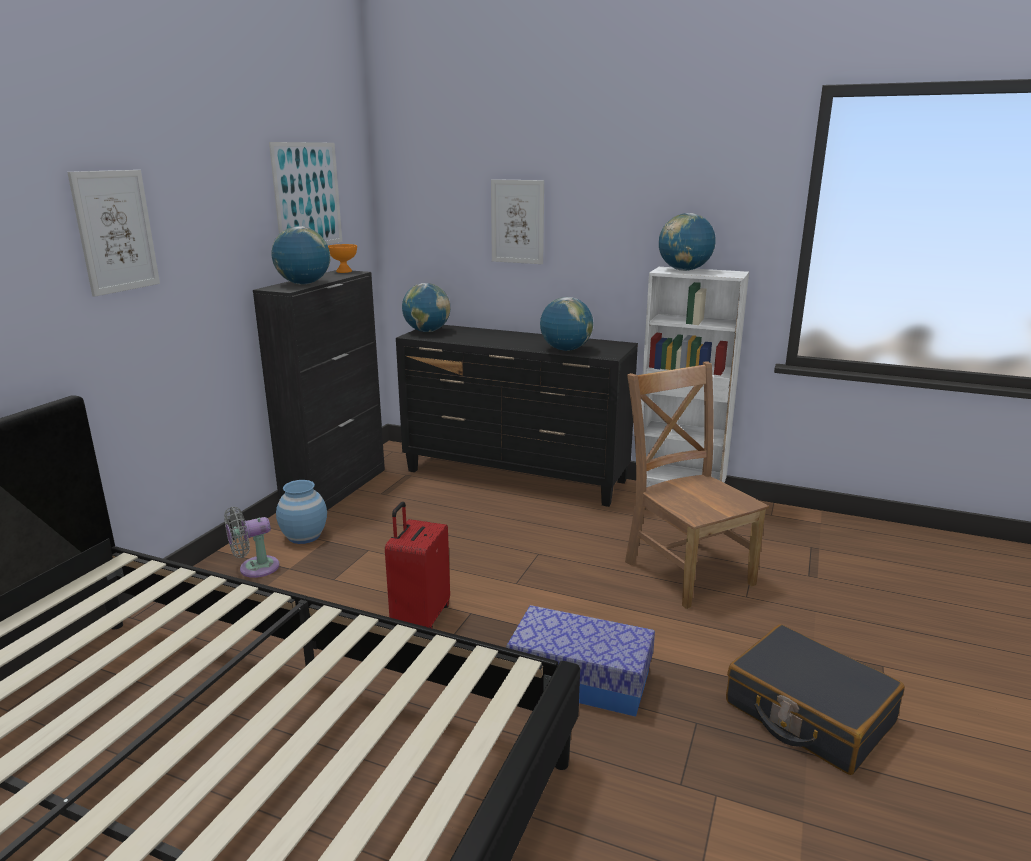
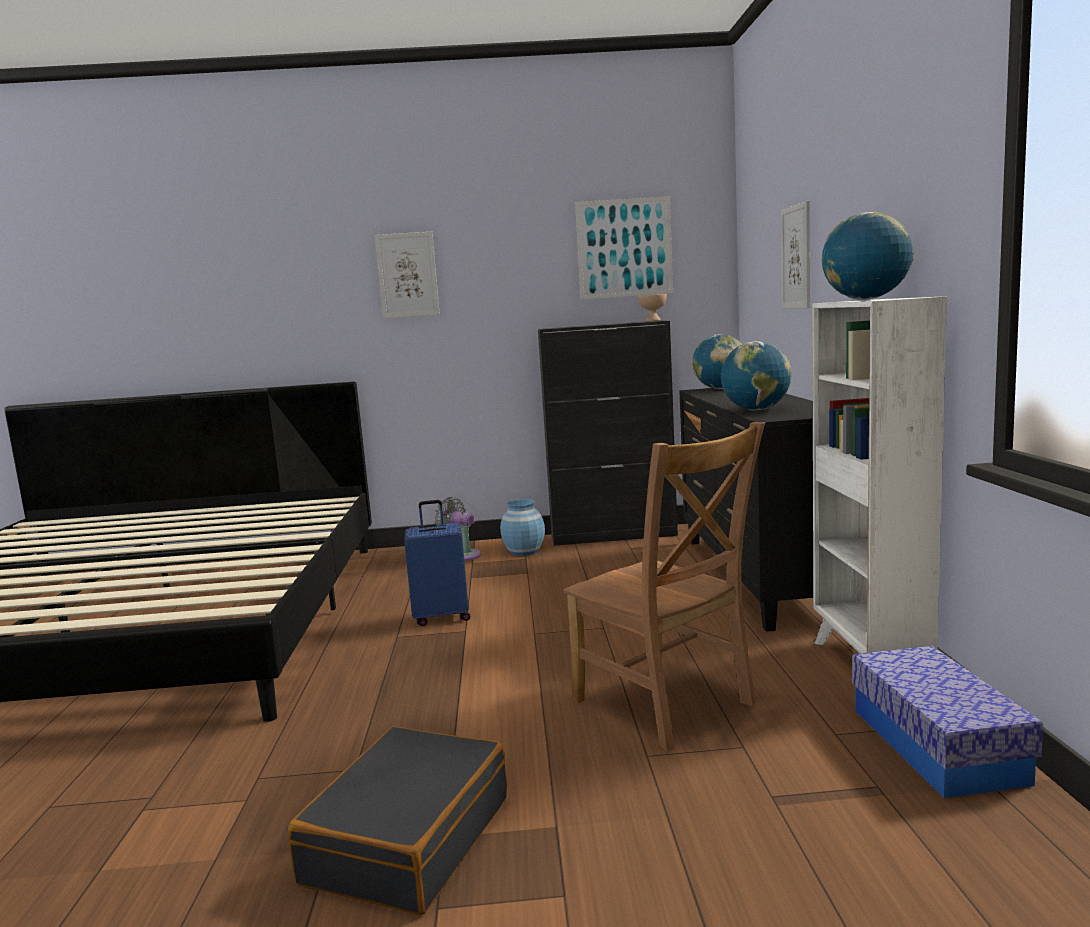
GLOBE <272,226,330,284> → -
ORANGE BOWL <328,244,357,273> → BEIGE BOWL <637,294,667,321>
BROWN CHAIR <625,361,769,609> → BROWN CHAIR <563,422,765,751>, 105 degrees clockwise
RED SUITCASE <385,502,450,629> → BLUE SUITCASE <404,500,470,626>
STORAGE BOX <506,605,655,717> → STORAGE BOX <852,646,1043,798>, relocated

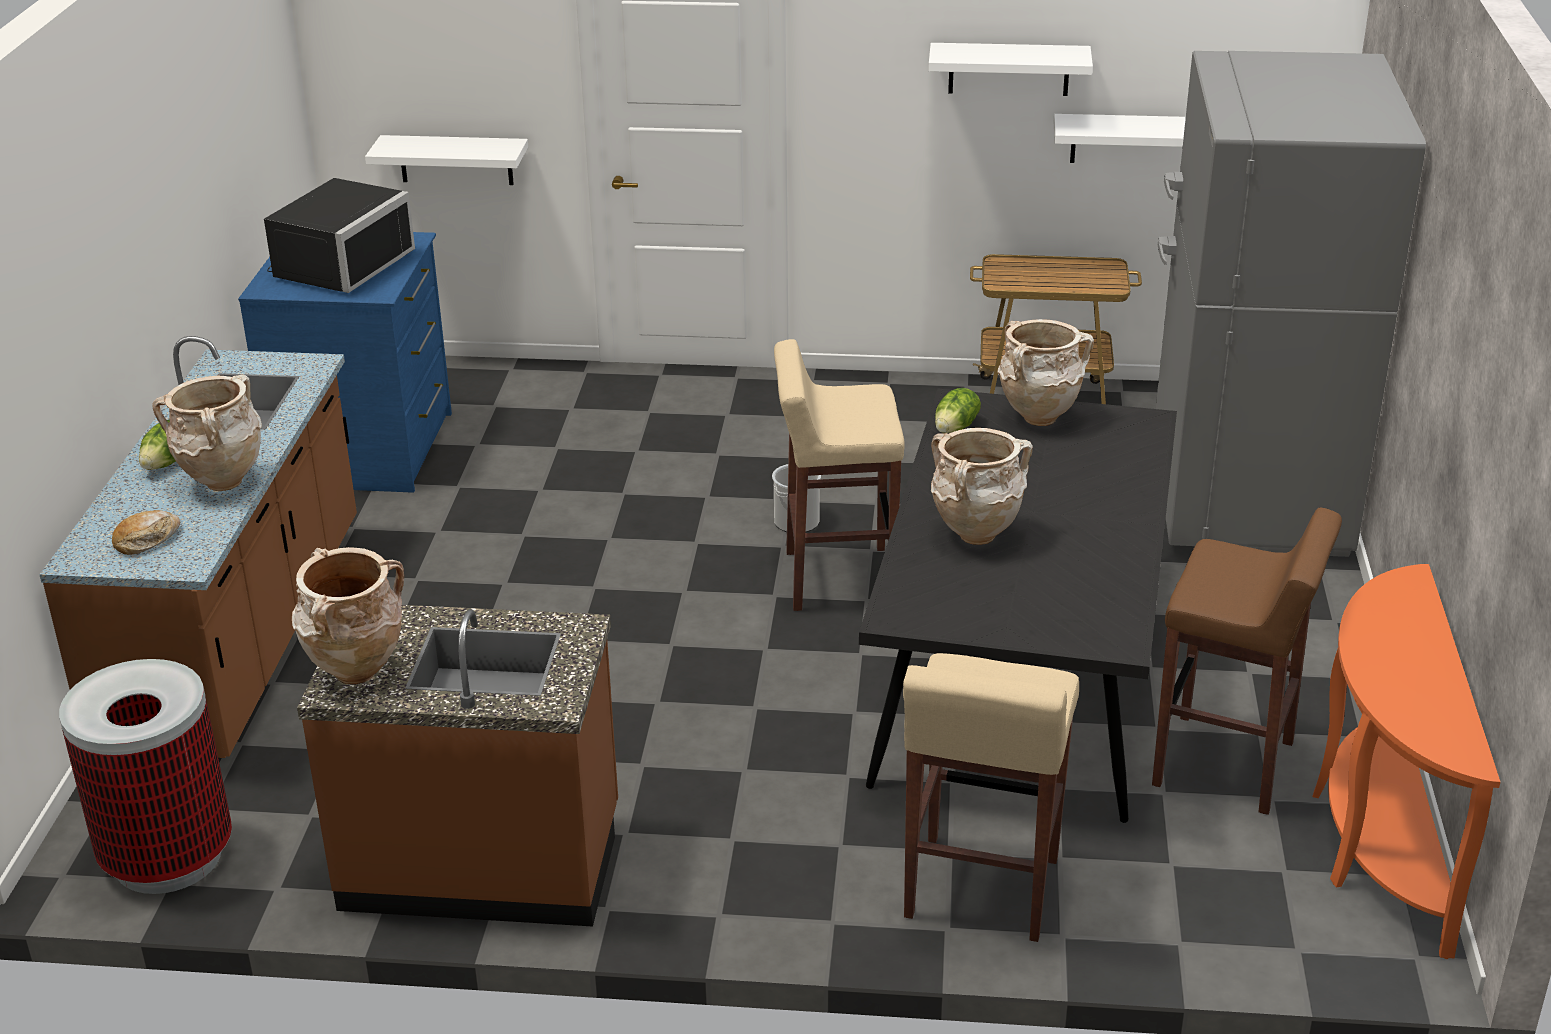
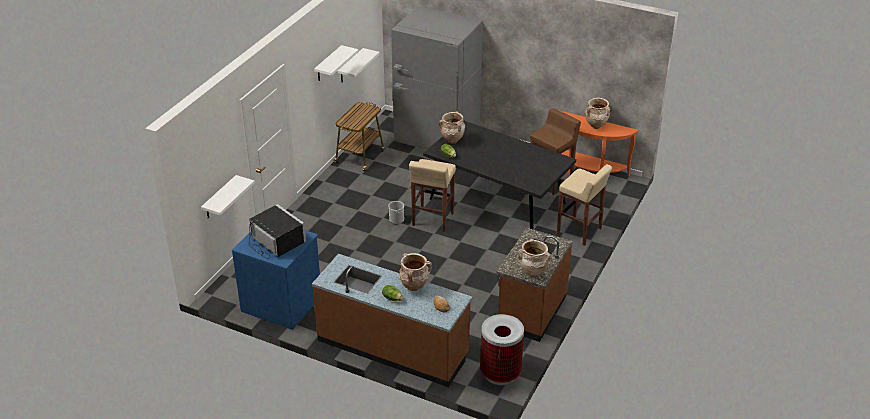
BEIGE VASE <931,428,1033,545> → BEIGE VASE <585,97,610,129>, relocated

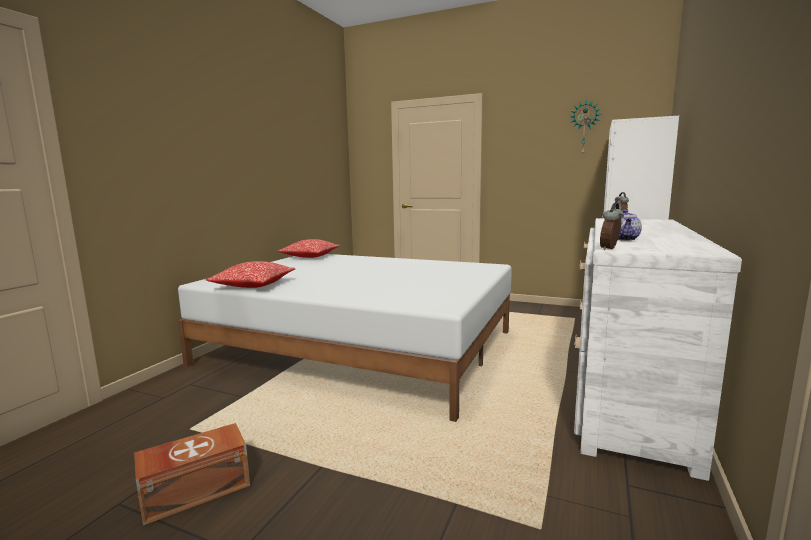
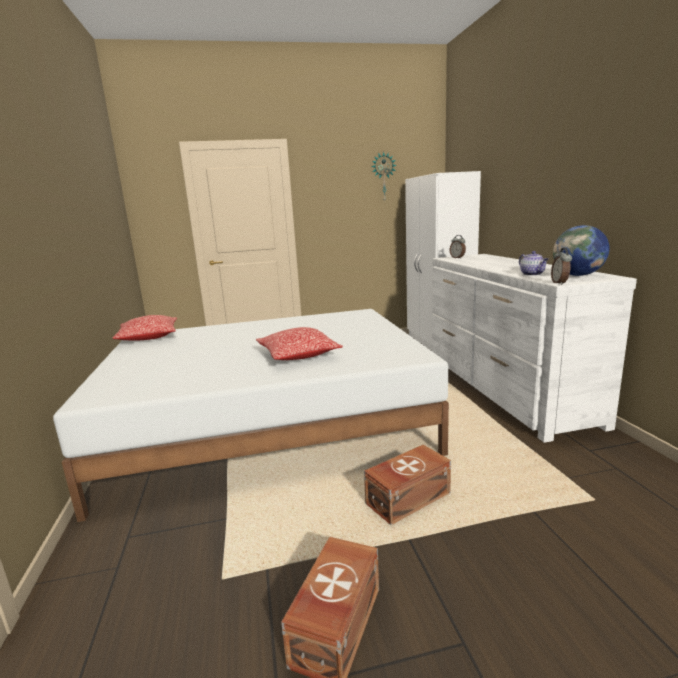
PILLOW <205,261,295,288> → PILLOW <256,327,343,360>, relocated
- → GLOBE <553,225,610,276>
- → BROWN STORAGE BOX <364,445,451,525>

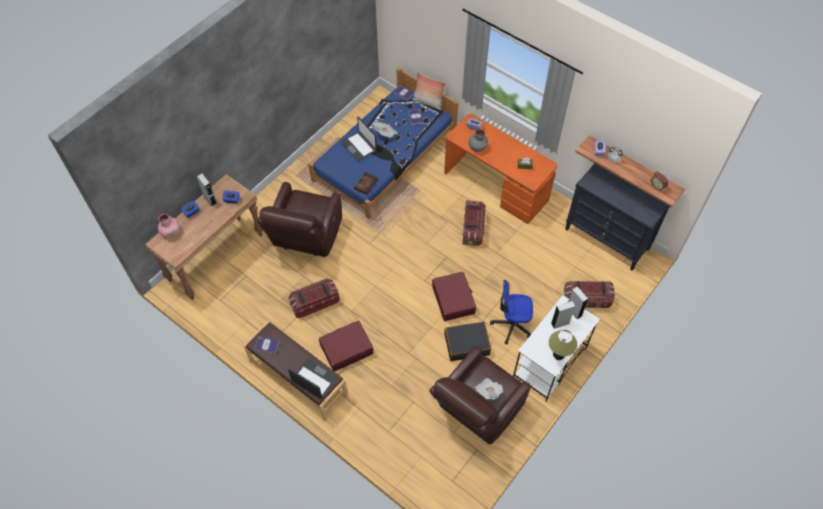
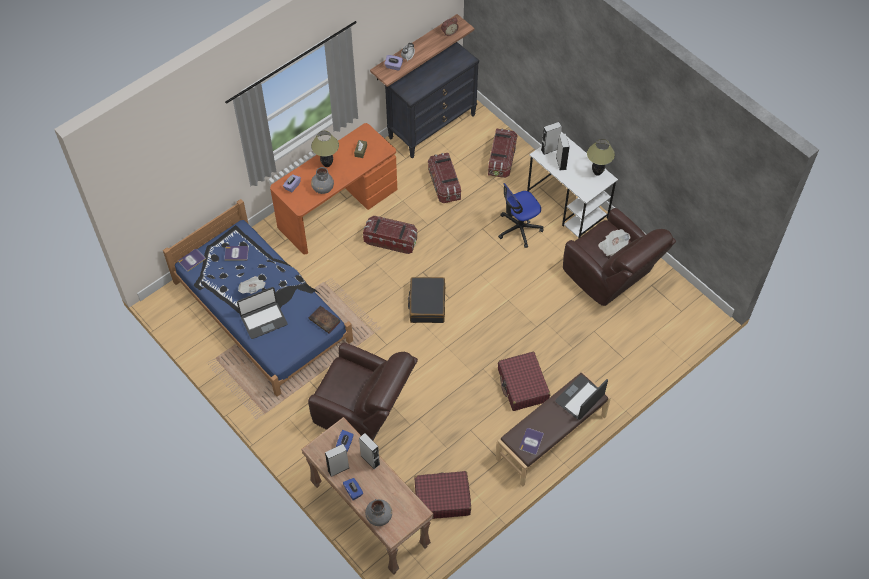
PILLOW <412,72,446,110> → -
PINK VASE <158,214,180,238> → GREY VASE <365,499,392,526>
RED SUITCASE <432,272,476,321> → RED SUITCASE <415,471,471,519>, relocated
STORAGE BOX <289,278,340,318> → STORAGE BOX <428,153,461,203>, relocated
OFFICE CHAIR <490,280,533,344> → OFFICE CHAIR <498,183,544,248>, 45 degrees clockwise
BLACK SUITCASE <444,322,491,361> → BLACK SUITCASE <408,277,445,323>, relocated
- → TABLE LAMP <311,131,339,167>
- → GREY SPEAKER <359,433,380,469>

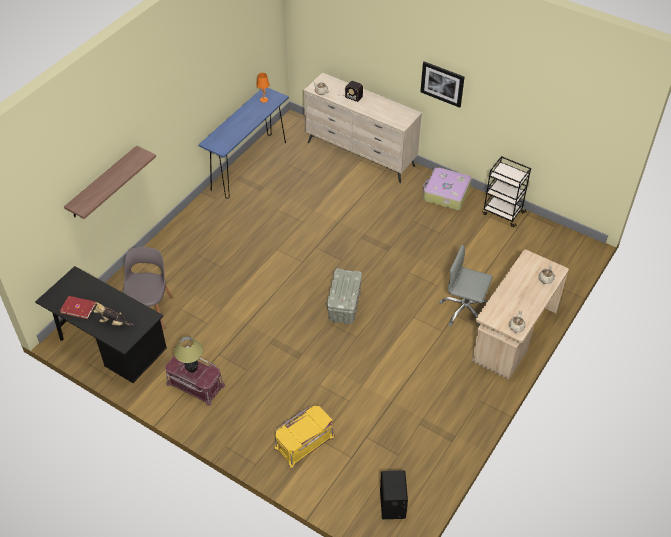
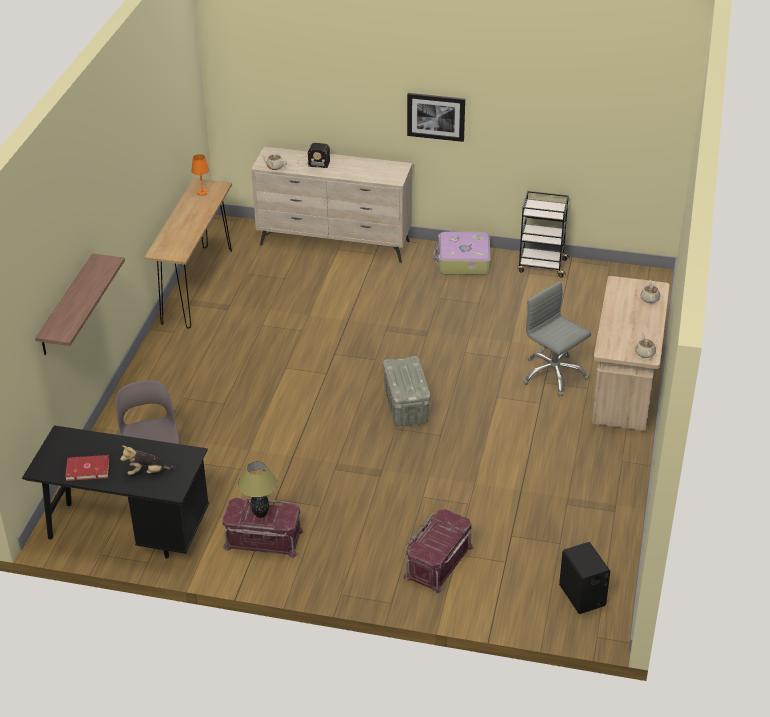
BLUE CONSOLE TABLE <198,88,289,199> → BROWN CONSOLE TABLE <144,178,232,328>
GREY OFFICE CHAIR <439,245,493,327> → GREY OFFICE CHAIR <523,281,591,396>, 45 degrees clockwise
YELLOW STORAGE BOX <274,406,335,468> → RED STORAGE BOX <404,509,473,594>

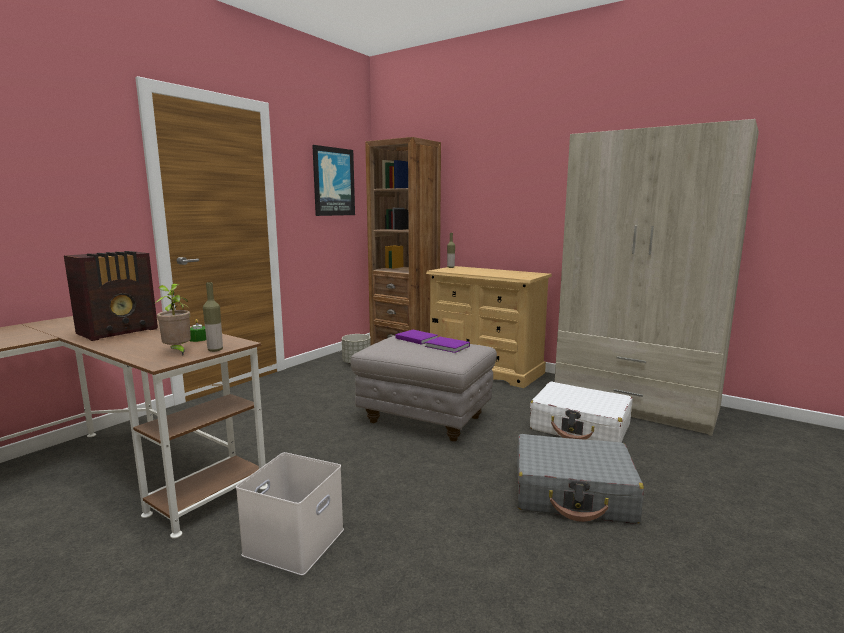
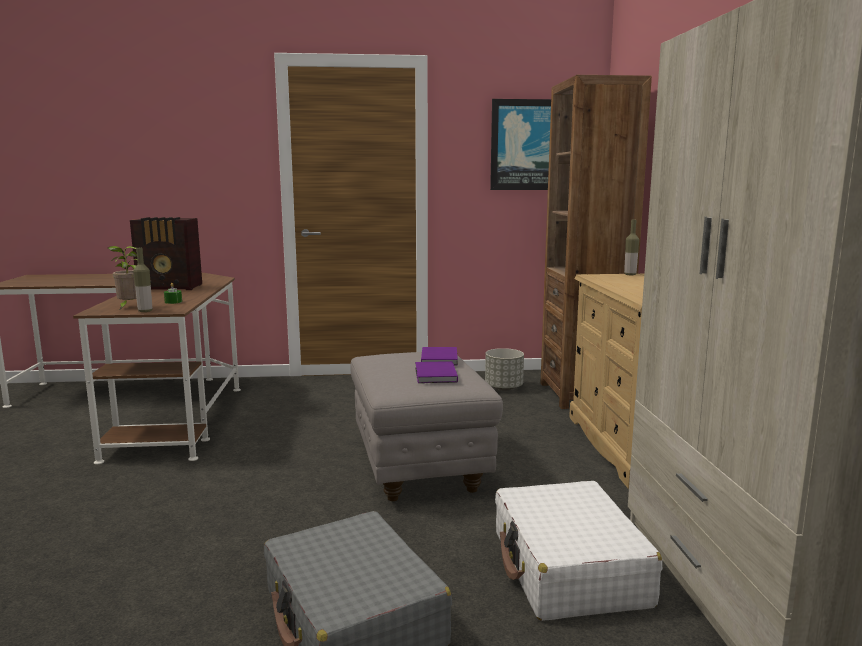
WHITE STORAGE BOX <236,452,344,575> → -

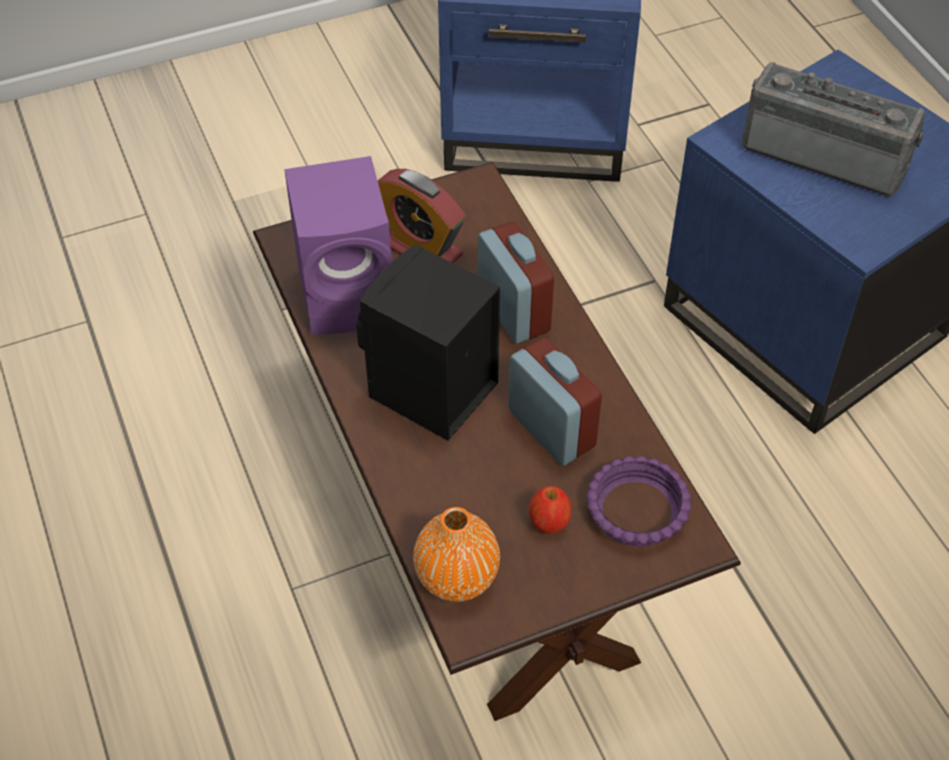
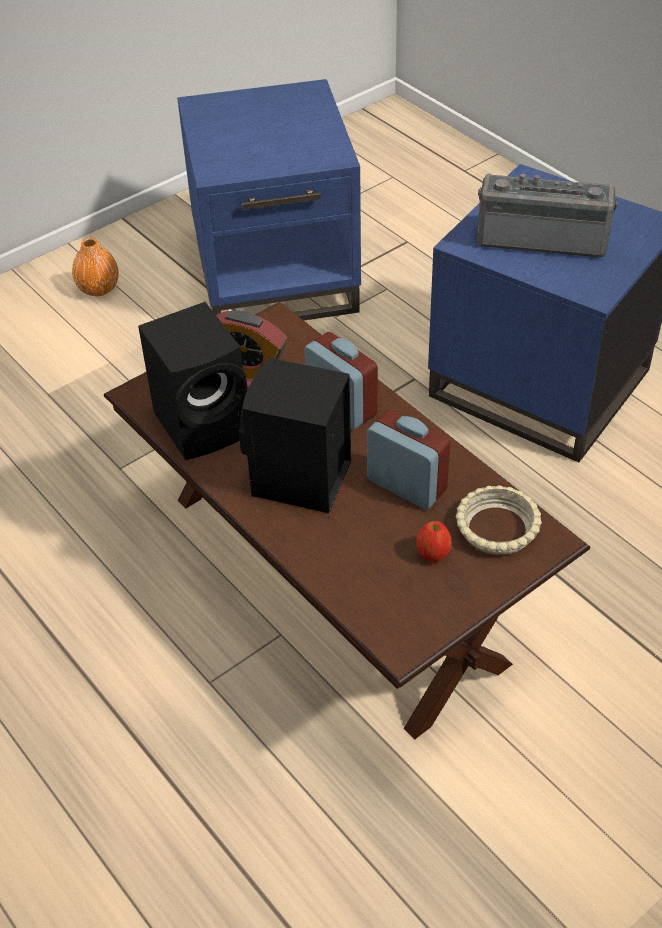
PURPLE SPEAKER <284,156,392,335> → BLACK SPEAKER <138,302,247,460>
PURPLE BOWL <586,456,691,546> → BEIGE BOWL <456,485,542,555>
ORANGE VASE <413,507,500,602> → ORANGE VASE <72,238,119,296>, relocated

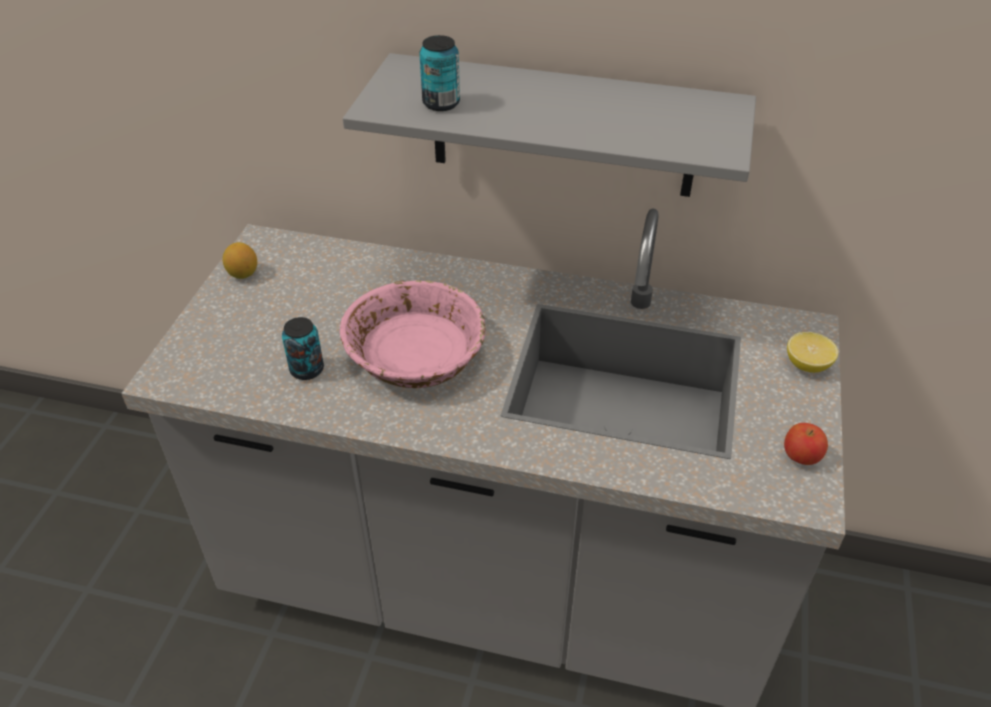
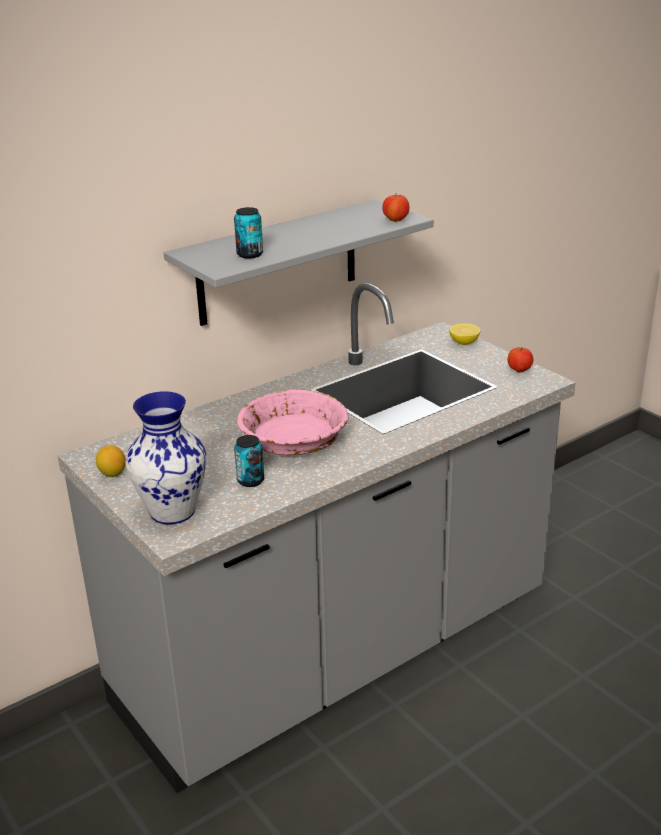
- → APPLE <382,194,409,222>
- → VASE <126,391,206,524>

